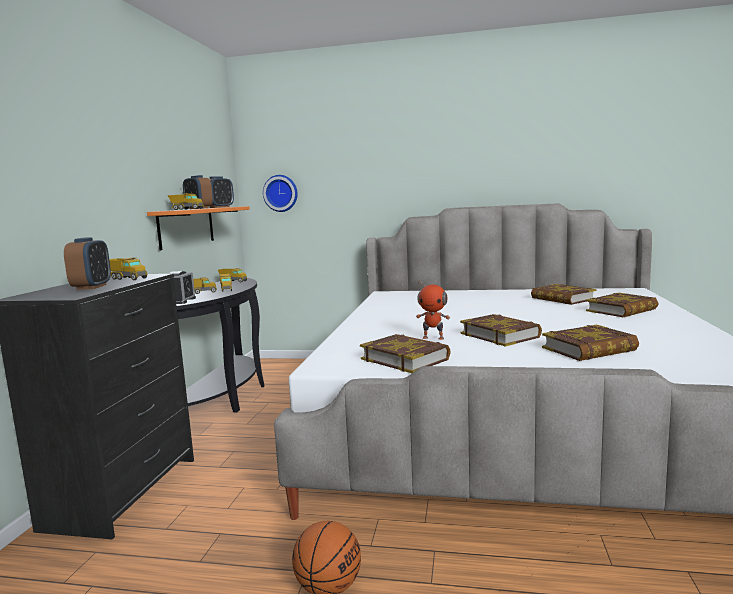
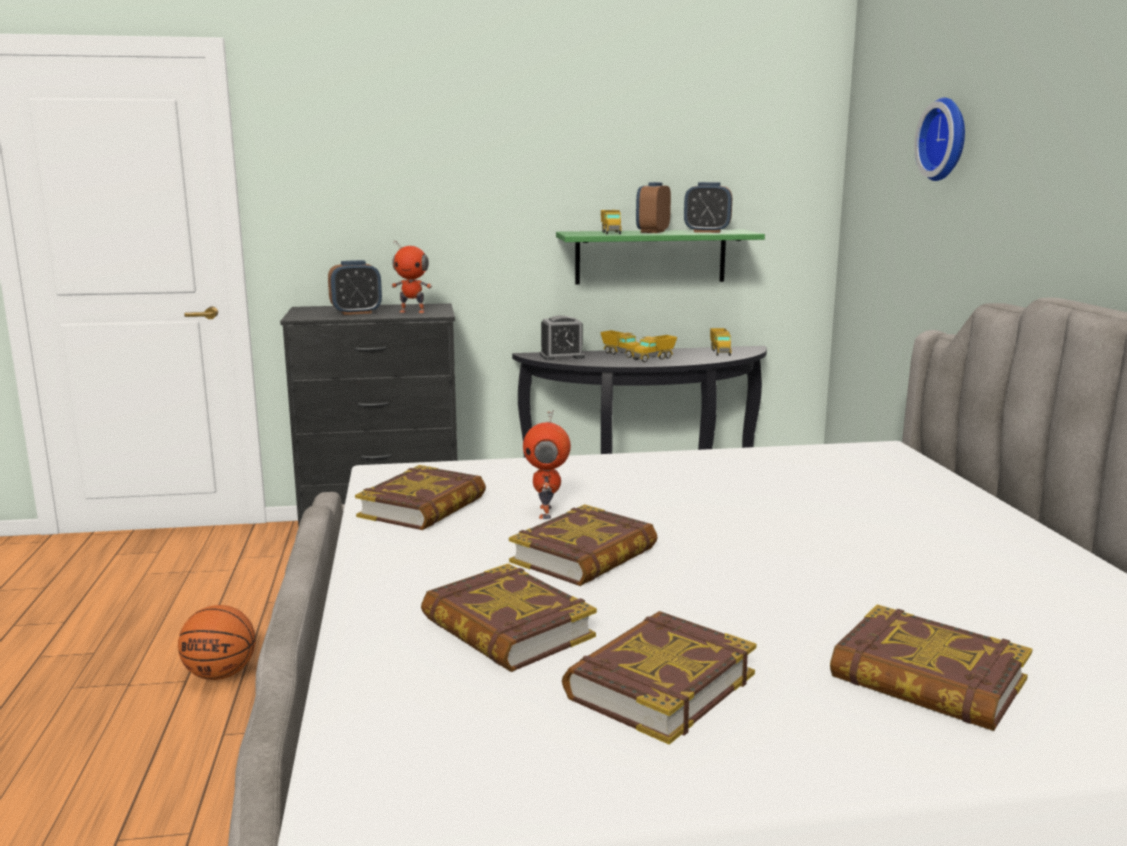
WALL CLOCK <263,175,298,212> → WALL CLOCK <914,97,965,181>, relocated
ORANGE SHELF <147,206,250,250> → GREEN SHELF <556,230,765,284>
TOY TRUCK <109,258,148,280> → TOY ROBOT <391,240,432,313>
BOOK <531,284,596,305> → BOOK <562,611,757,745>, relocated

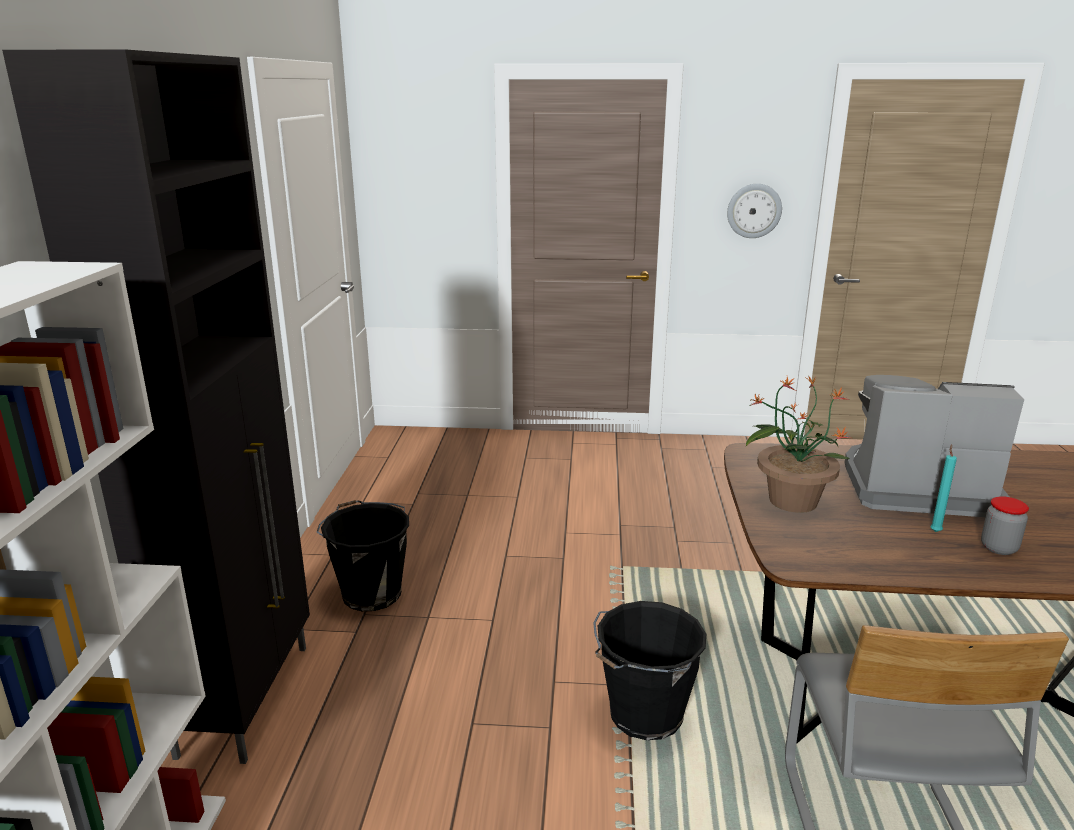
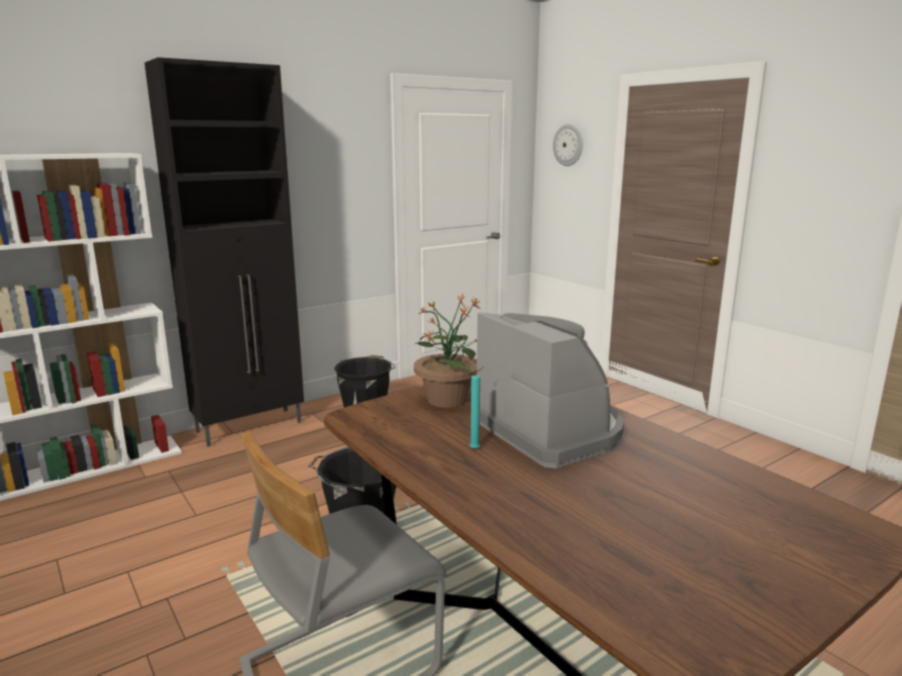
WALL CLOCK <727,184,782,238> → WALL CLOCK <553,124,583,166>, relocated
JAR <981,496,1029,555> → -

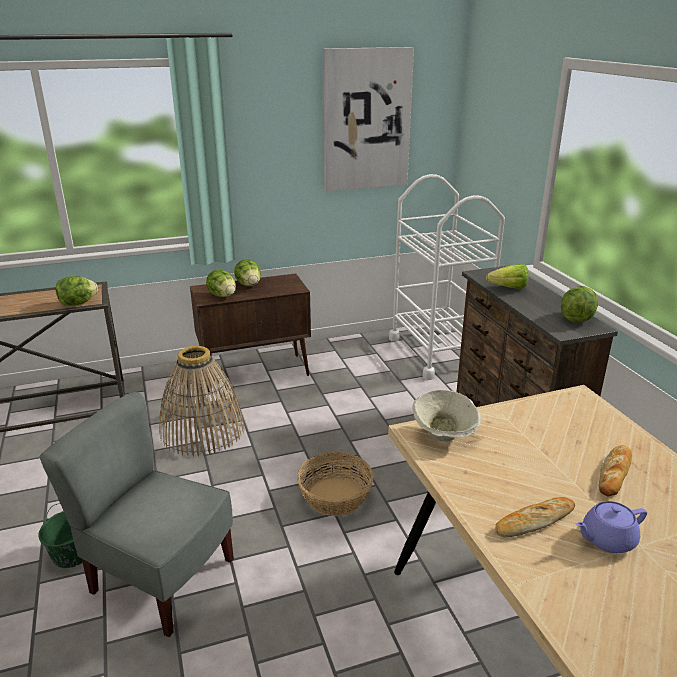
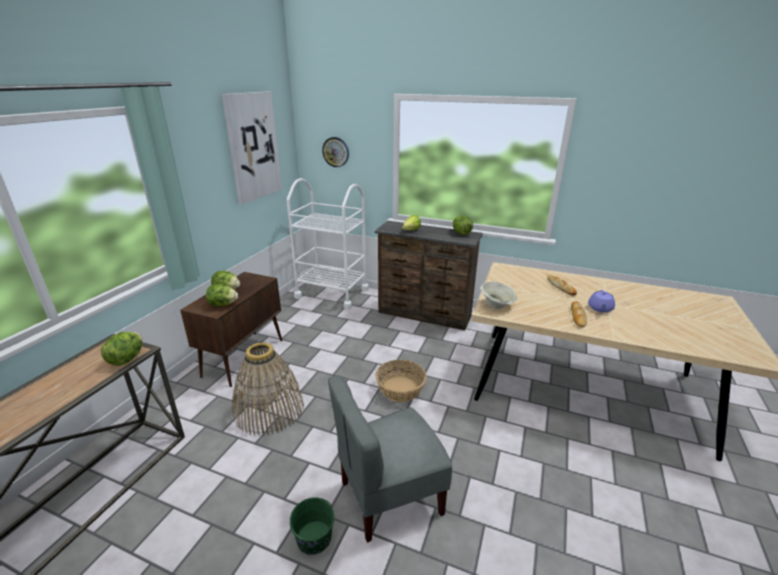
- → WALL CLOCK <322,137,349,167>

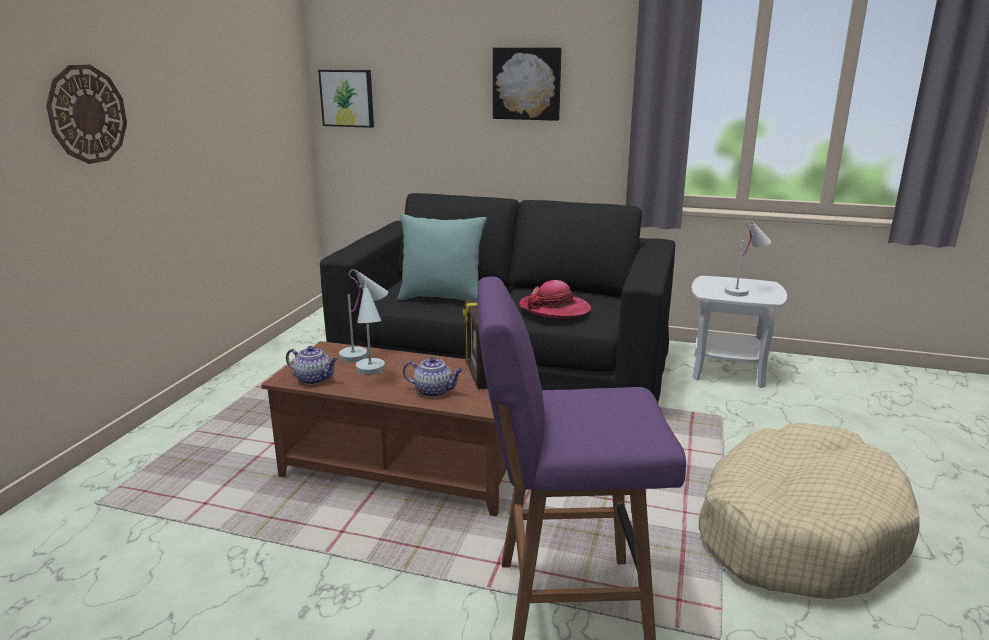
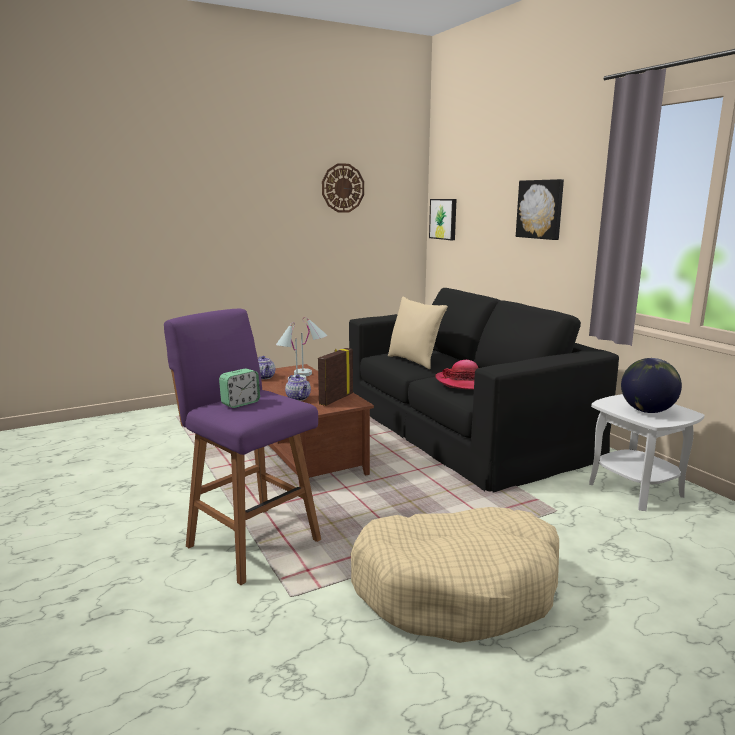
WALL CLOCK <46,65,127,164> → WALL CLOCK <322,163,364,213>, relocated
TURQUOISE PILLOW <398,214,487,301> → BEIGE PILLOW <388,296,448,369>
WHITE TABLE LAMP <725,220,771,296> → GLOBE <621,358,682,413>
- → ALARM CLOCK <219,368,260,408>

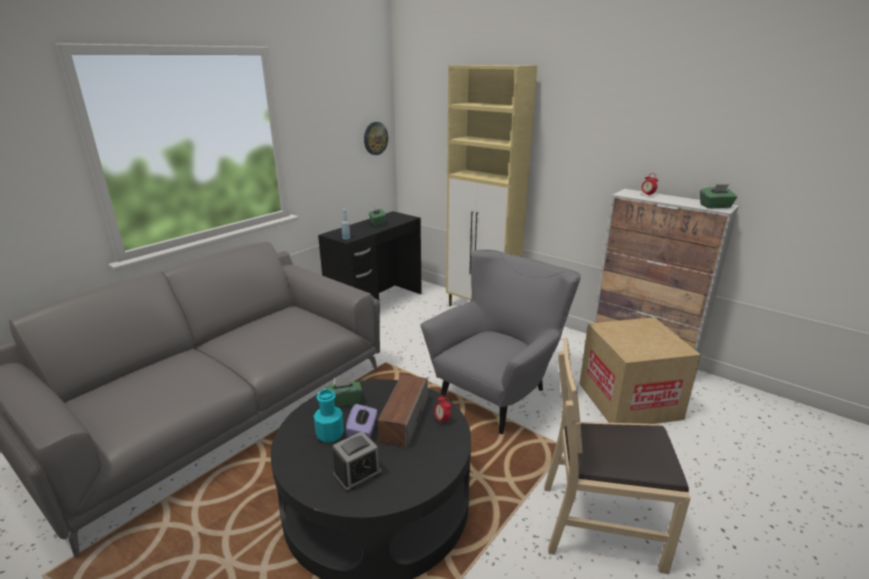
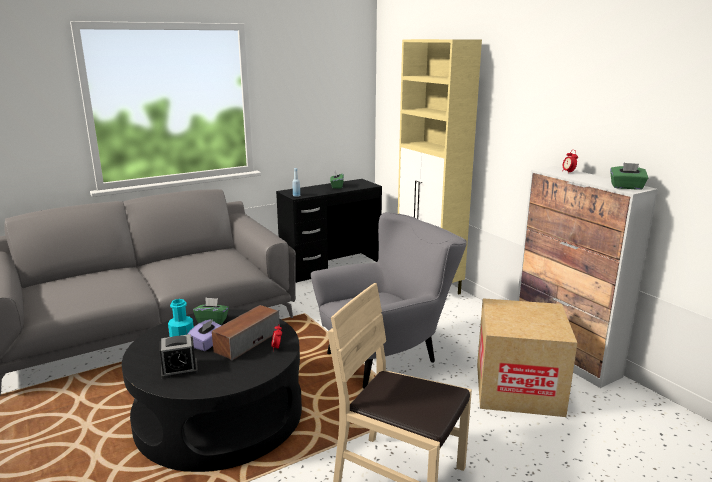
WALL CLOCK <364,122,388,155> → -

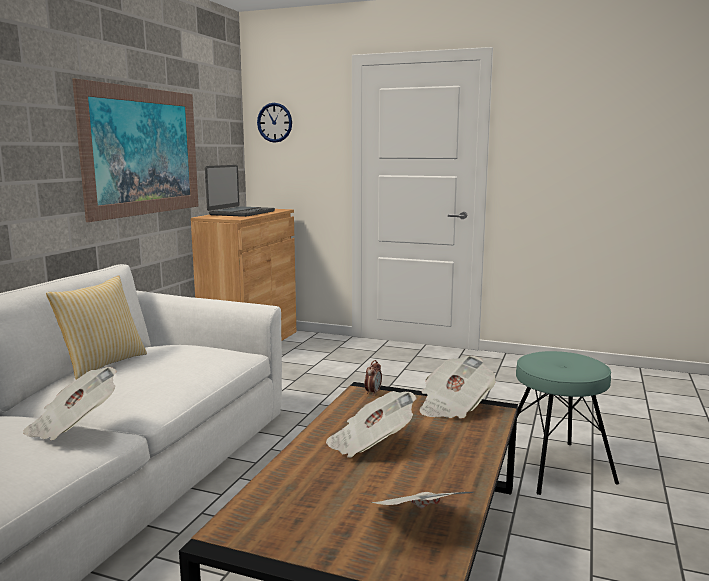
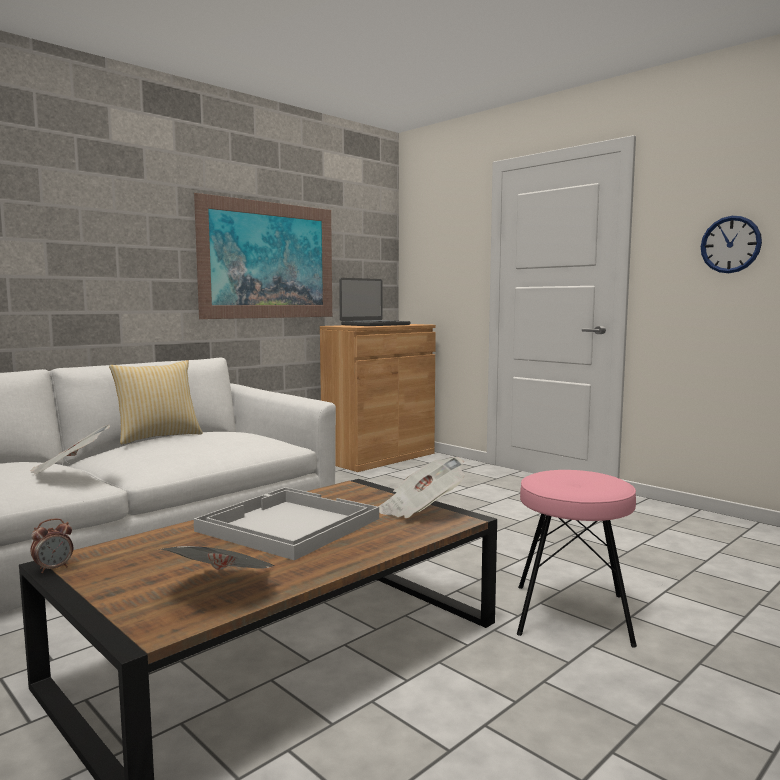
WALL CLOCK <257,103,292,143> → WALL CLOCK <701,216,762,273>, relocated
TURQUOISE STOOL <516,351,619,495> → PINK STOOL <517,470,637,648>
ALARM CLOCK <365,360,382,396> → ALARM CLOCK <30,519,73,573>, relocated
NEWSPAPER <326,391,417,458> → WHITE TRAY <194,487,379,560>

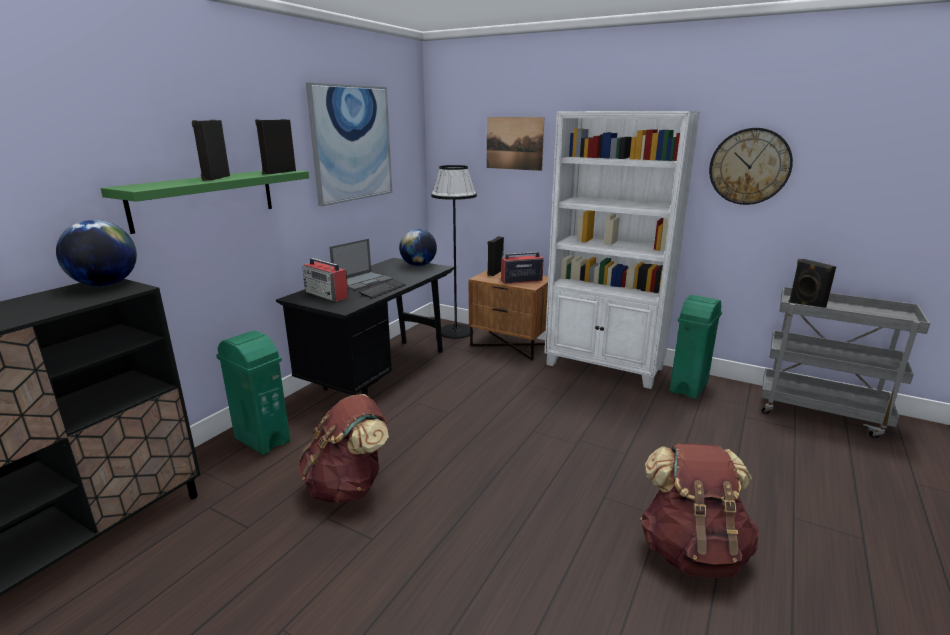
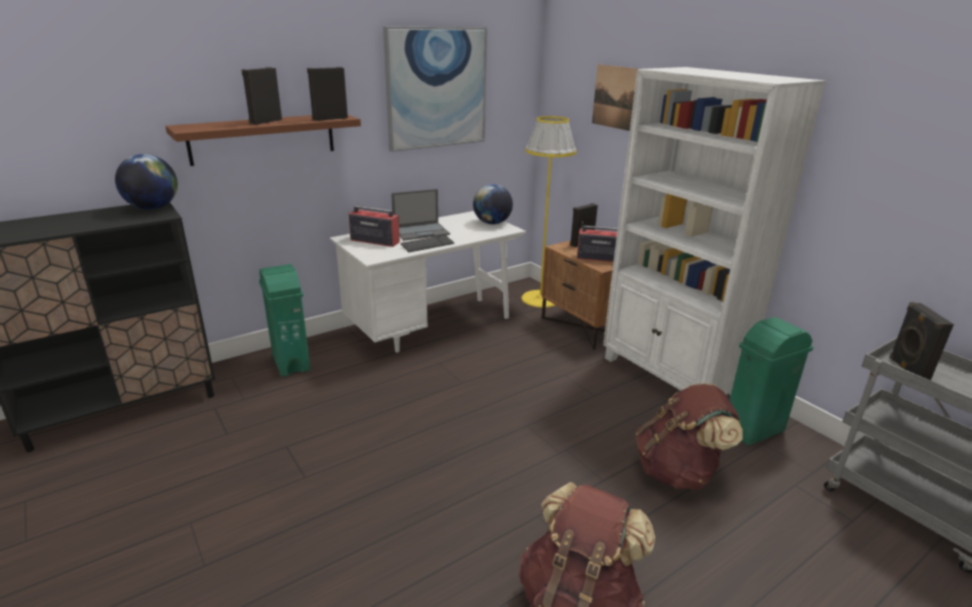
WALL CLOCK <709,128,793,205> → -
BLACK FLOOR LAMP <431,165,477,339> → YELLOW FLOOR LAMP <521,116,576,308>
GREEN SHELF <100,170,309,234> → BROWN SHELF <165,115,361,166>
BLACK DESK <276,258,454,396> → WHITE DESK <330,211,526,353>
RADIO <302,258,349,302> → RADIO <348,202,400,247>, 135 degrees clockwise
BROWN BACKPACK <298,394,389,503> → BROWN BACKPACK <636,383,743,489>, relocated

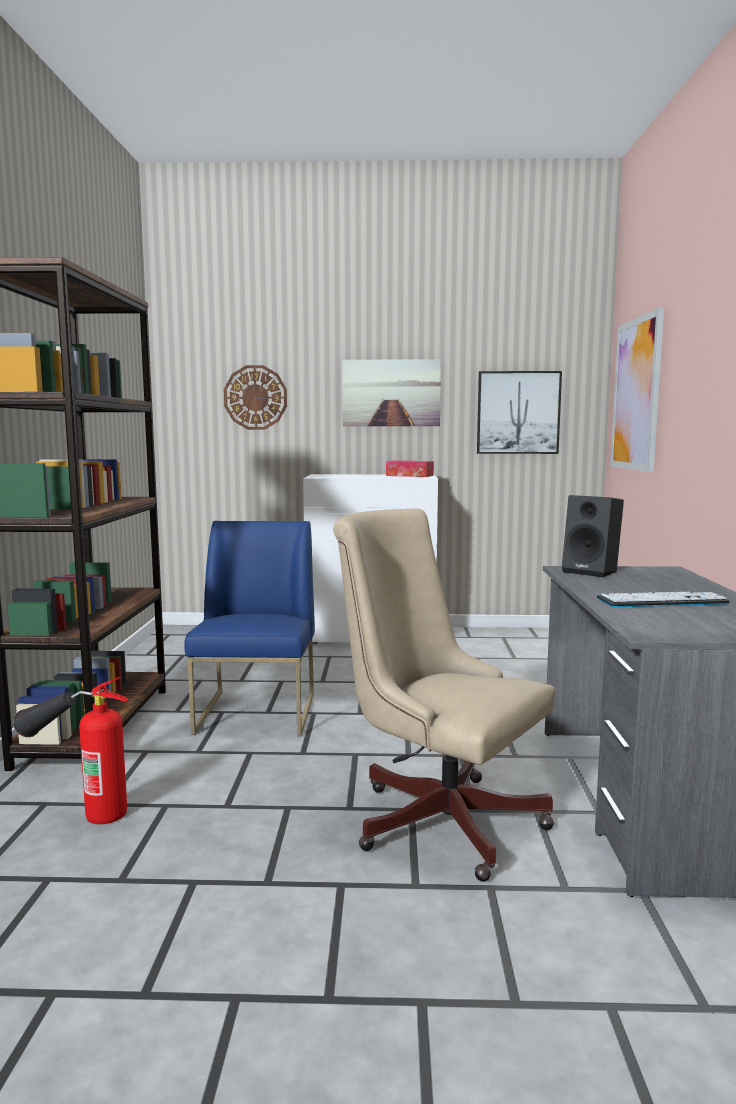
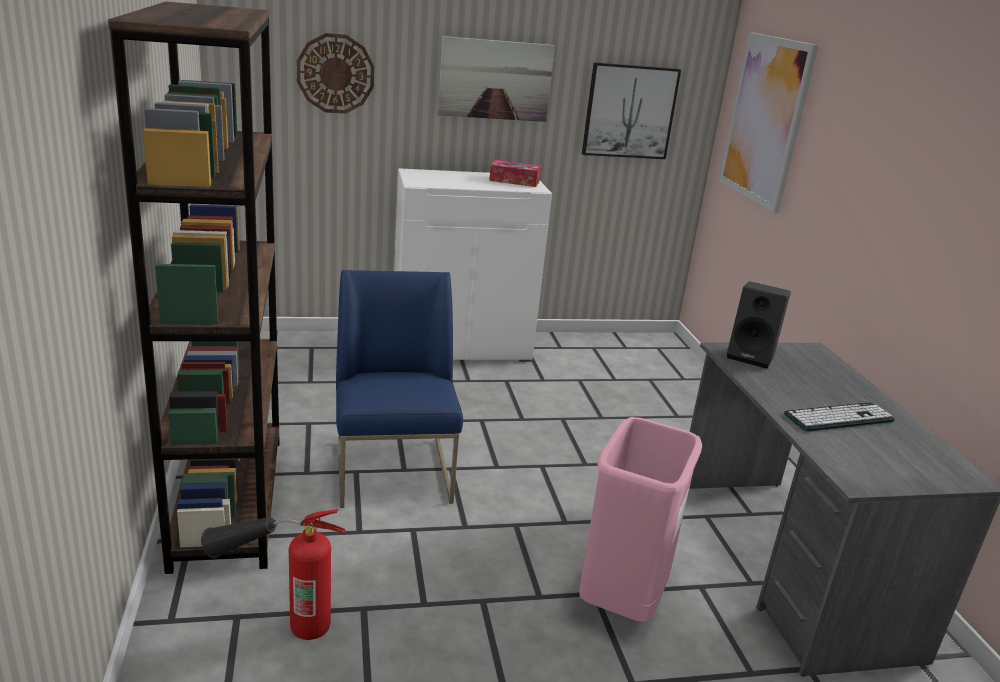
BEIGE OFFICE CHAIR <333,508,555,882> → PINK TRASH CAN <579,417,702,622>

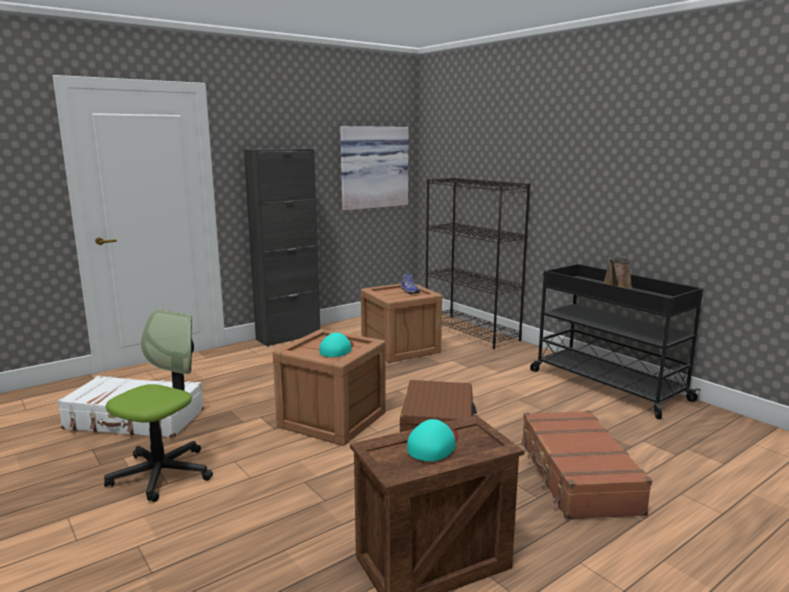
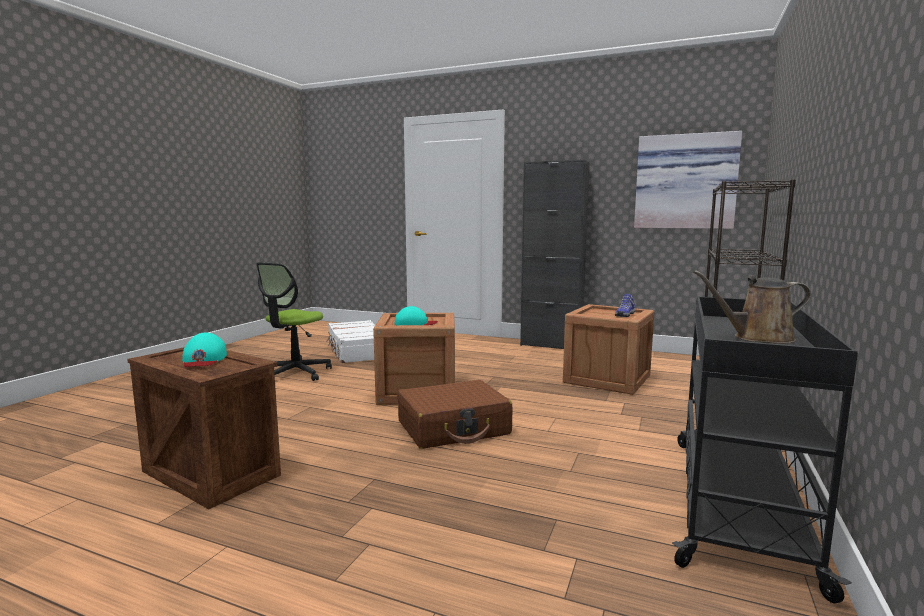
OFFICE CHAIR <104,309,213,502> → OFFICE CHAIR <256,262,332,381>, 120 degrees clockwise
BROWN SUITCASE <521,410,652,520> → -
TURQUOISE CAP <407,419,458,461> → TURQUOISE CAP <182,332,227,367>, 75 degrees clockwise

